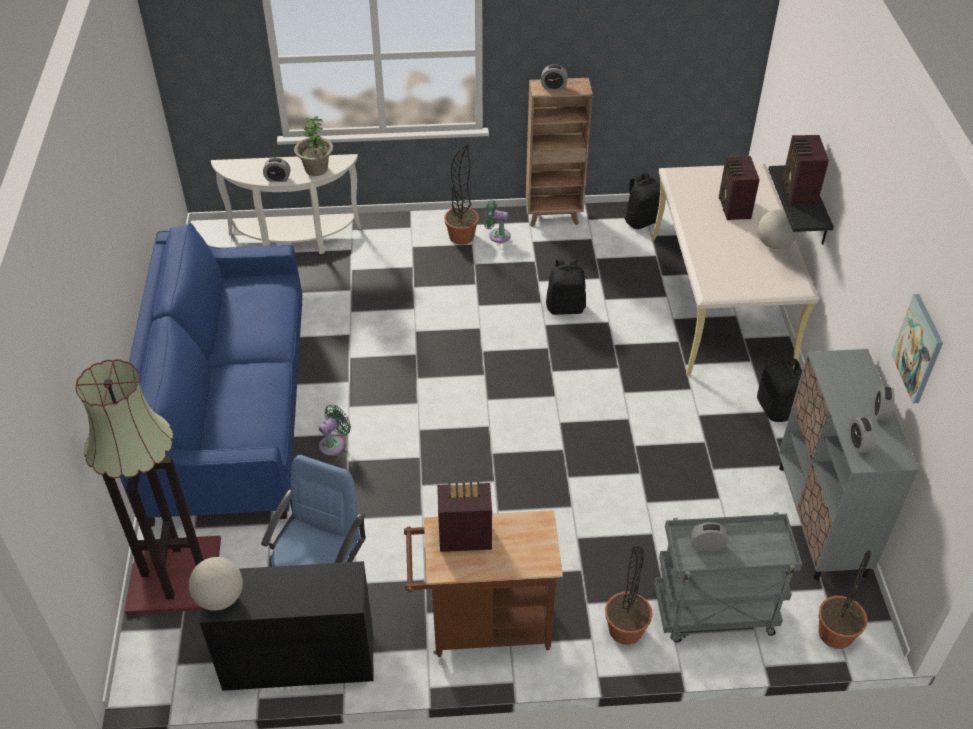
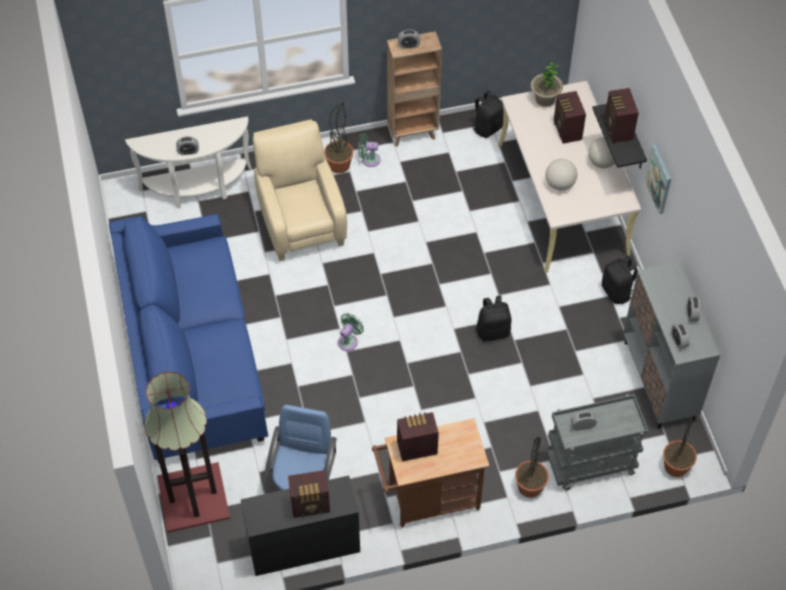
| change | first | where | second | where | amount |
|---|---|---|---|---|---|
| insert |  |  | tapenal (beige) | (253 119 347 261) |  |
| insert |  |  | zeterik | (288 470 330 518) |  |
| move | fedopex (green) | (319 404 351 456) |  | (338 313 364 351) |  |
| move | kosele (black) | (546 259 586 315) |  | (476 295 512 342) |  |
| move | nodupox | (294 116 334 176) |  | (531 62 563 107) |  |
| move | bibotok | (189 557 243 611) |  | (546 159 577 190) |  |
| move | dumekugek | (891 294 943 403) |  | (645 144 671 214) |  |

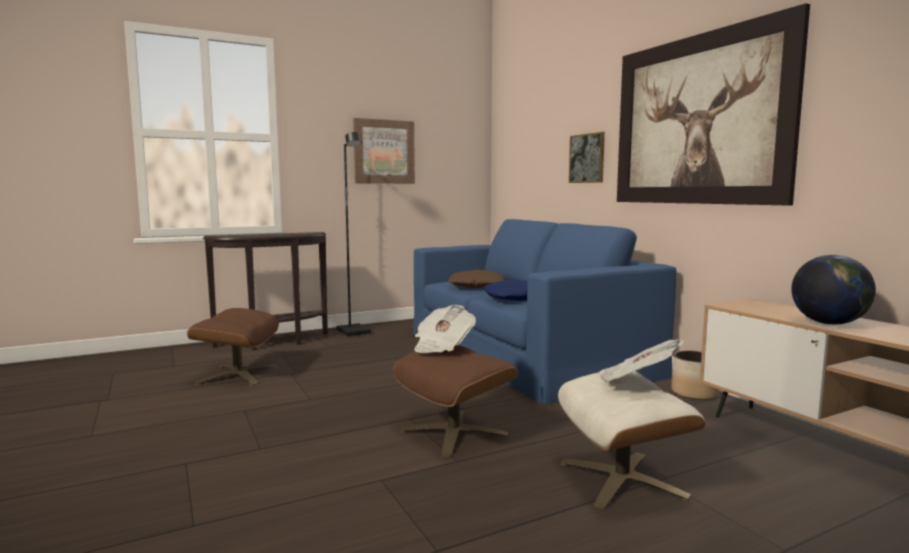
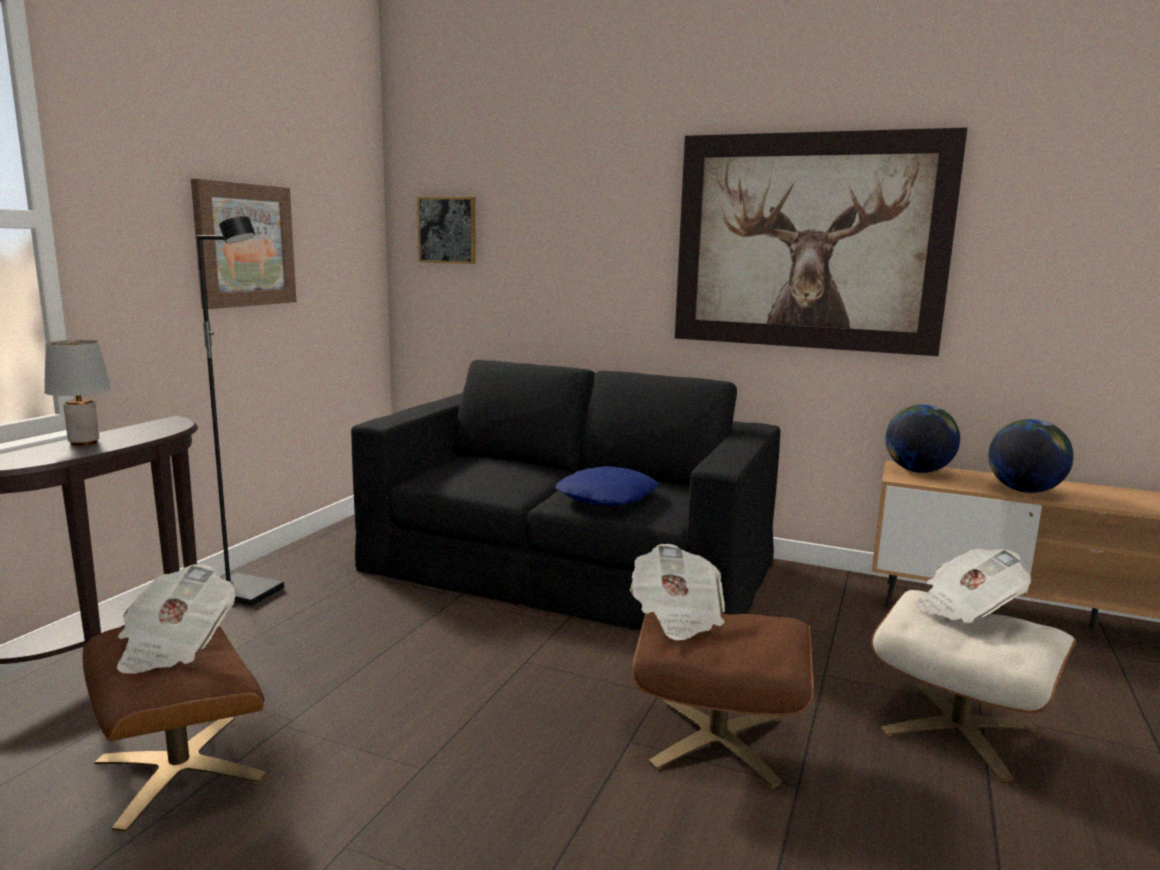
| change | first | where | second | where | amount |
|---|---|---|---|---|---|
| insert |  |  | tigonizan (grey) | (44 340 111 446) |  |
| insert |  |  | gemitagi | (117 564 236 674) |  |
| recolor | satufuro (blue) | (413 219 676 404) | satufuro (black) | (351 360 781 631) |  |
| move | dumekugek | (569 132 605 183) |  | (417 197 476 264) |  |
| insert |  |  | bibotok | (885 404 960 473) |  |
| delete | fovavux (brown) | (448 270 504 288) |  |  |  |
| delete | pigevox | (671 351 719 400) |  |  |  |

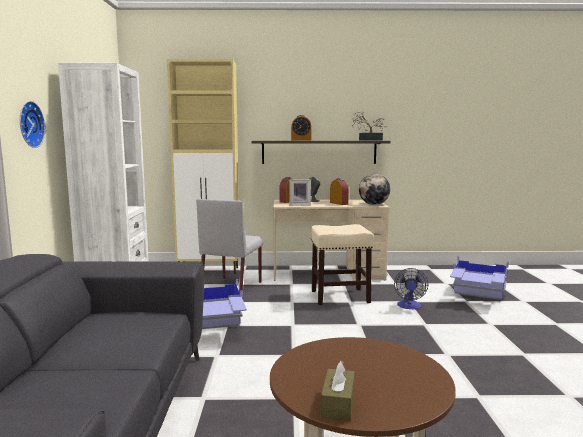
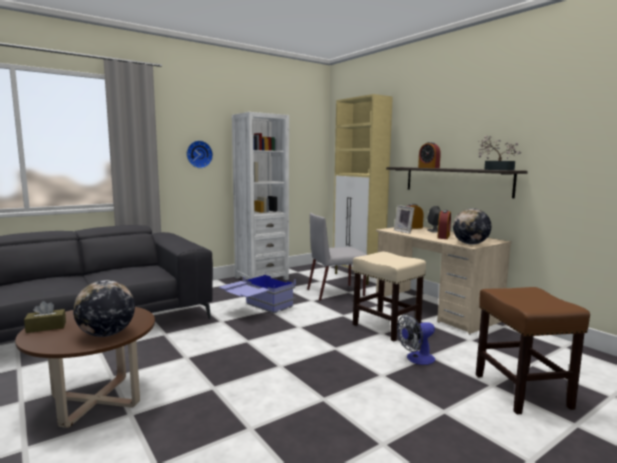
| change | first | where | second | where | amount |
|---|---|---|---|---|---|
| insert |  |  | bibotok | (73 280 135 337) |  |
| replace | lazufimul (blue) | (450 256 509 300) | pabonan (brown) | (476 287 590 414) |  |

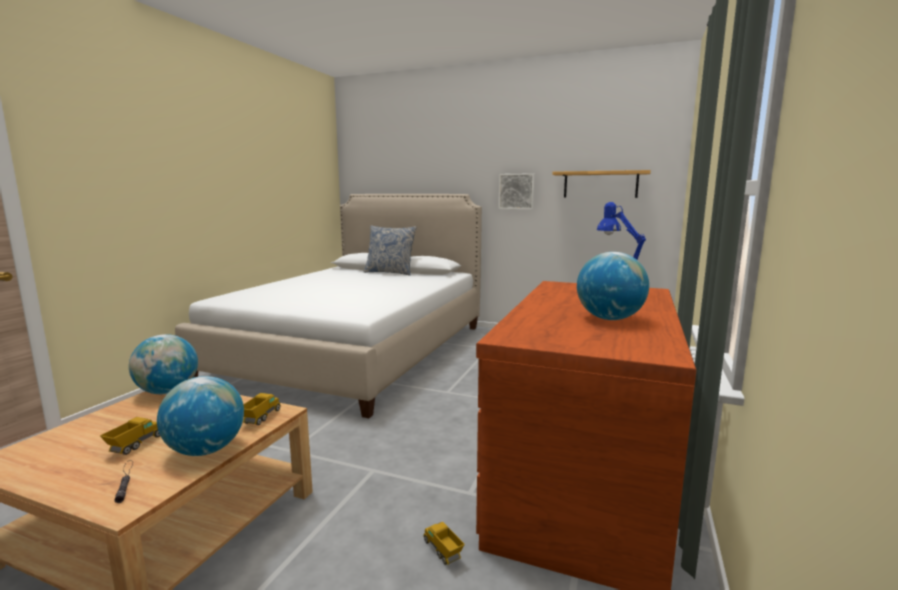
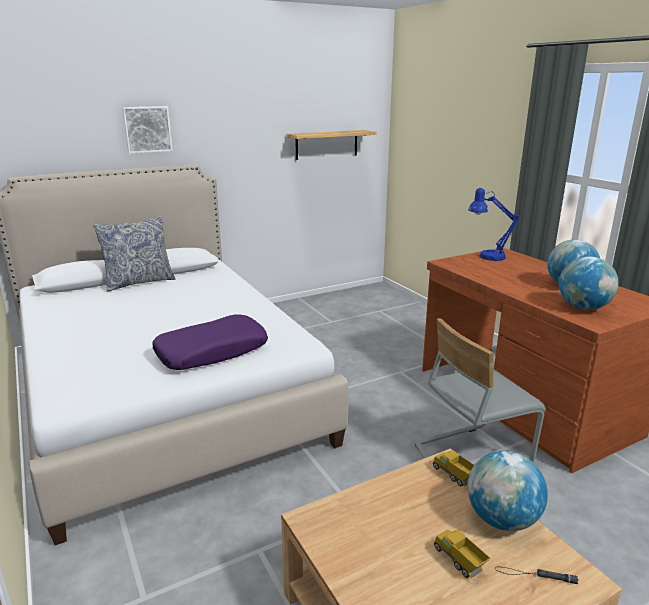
| change | first | where | second | where | amount |
|---|---|---|---|---|---|
| move | dumekugek | (499 173 534 209) |  | (122 106 172 154) |  |
| insert |  |  | fovavux (purple) | (152 314 268 370) |  |
| insert |  |  | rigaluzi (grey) | (415 318 546 463) |  |
| move | bibotok | (129 334 198 394) |  | (559 256 619 310) |  |
| delete | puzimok | (423 522 465 565) |  |  |  |

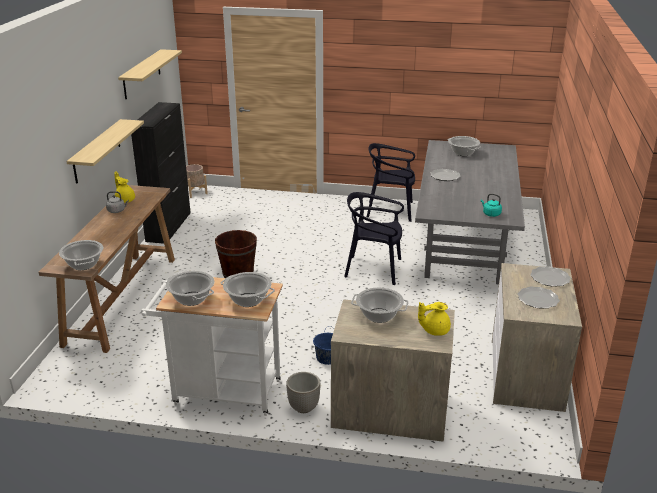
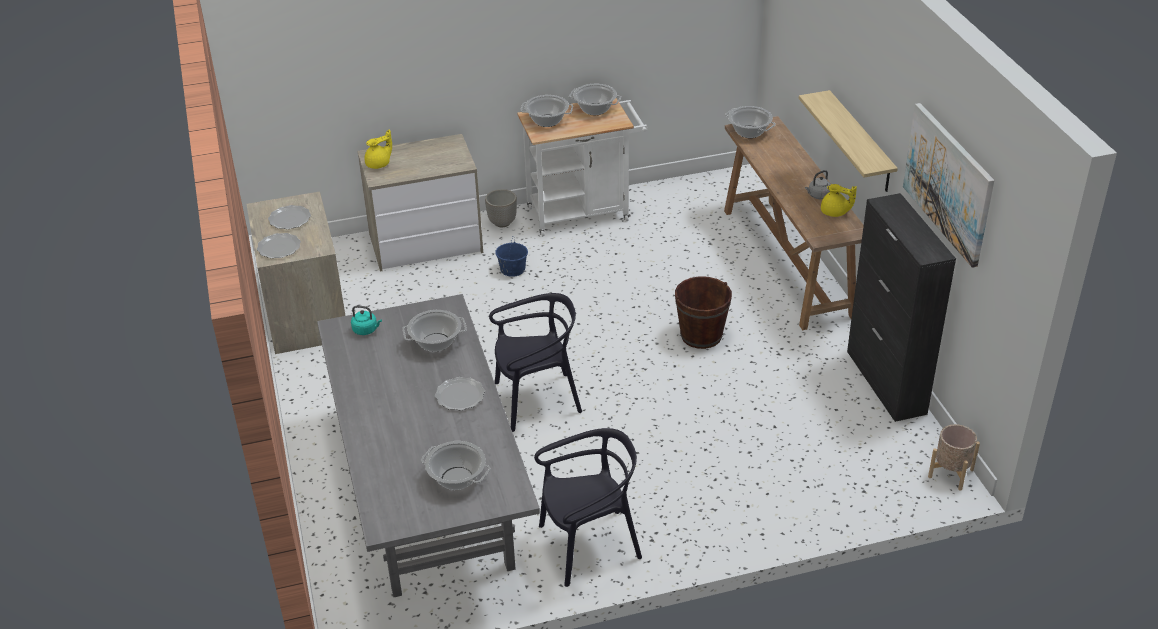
| change | first | where | second | where | amount |
|---|---|---|---|---|---|
| move | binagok | (351 287 408 323) |  | (402 310 467 352) |  |
| replace | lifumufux | (118 49 182 99) | dumekugek | (903 103 994 268) |  |

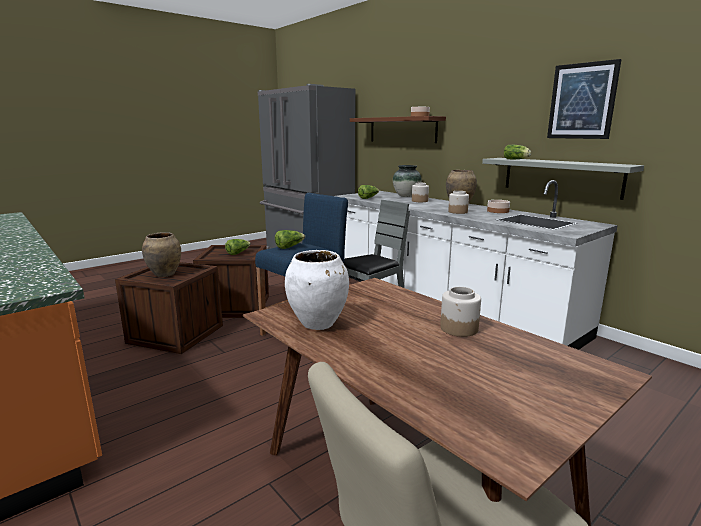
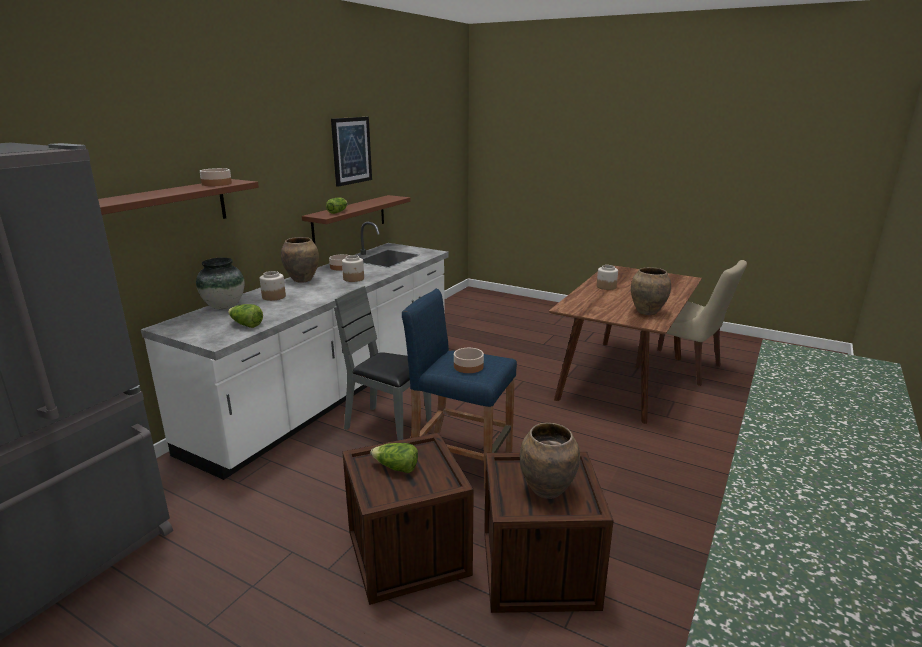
| change | first | where | second | where | amount |
|---|---|---|---|---|---|
| recolor | lifumufux (grey) | (482 158 644 200) | lifumufux (brown) | (302 195 411 244) |  |
| replace | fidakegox | (275 230 305 249) | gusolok | (454 348 484 373) |  |
| recolor | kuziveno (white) | (285 250 349 330) | kuziveno (brown) | (631 267 671 315) |  |

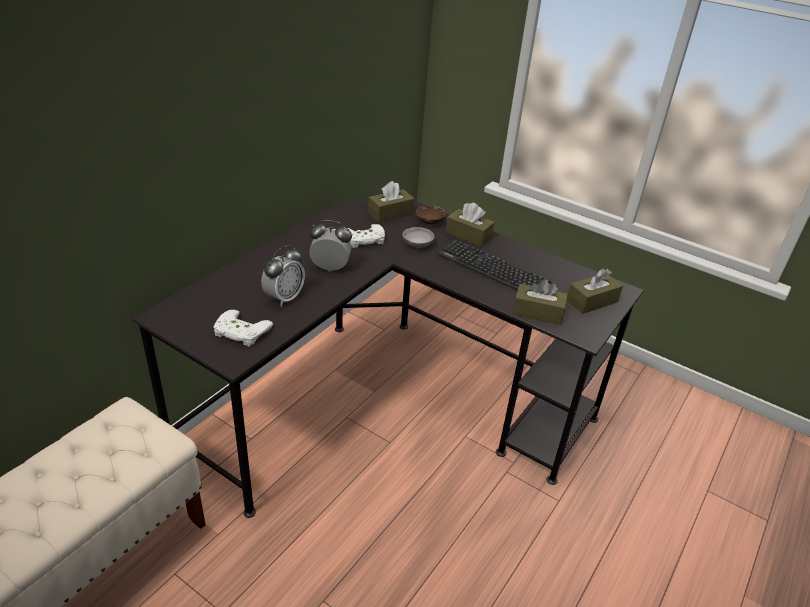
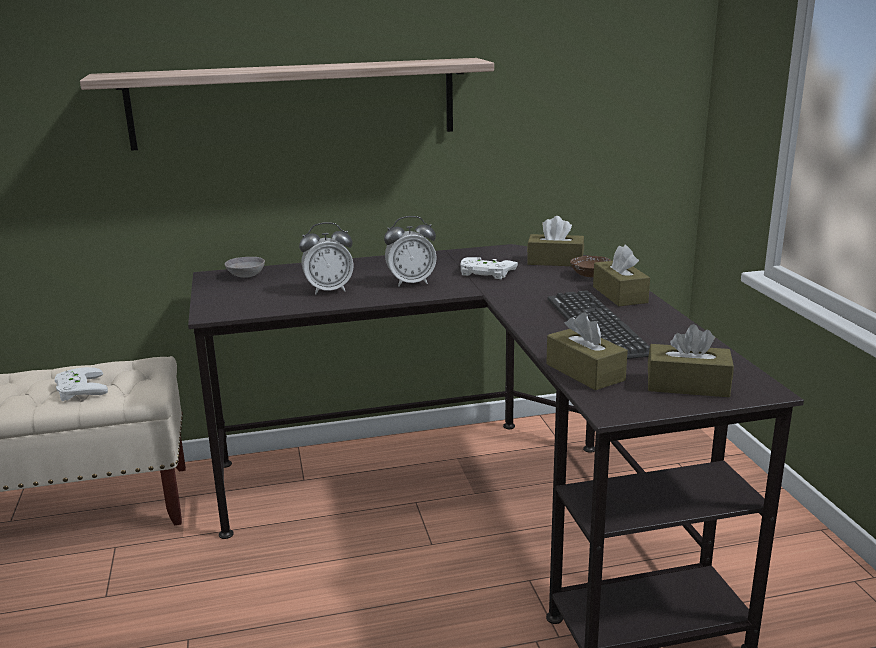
| change | first | where | second | where | amount |
|---|---|---|---|---|---|
| move | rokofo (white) | (214 310 273 347) |  | (55 367 108 401) |  |
| insert |  |  | lifumufux | (80 58 494 151) |  |
| move | gusolok (grey) | (402 227 434 248) |  | (224 257 265 278) |  |
| rotate | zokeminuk | (309 220 352 271) |  | (384 216 437 287) | 120 degrees clockwise |

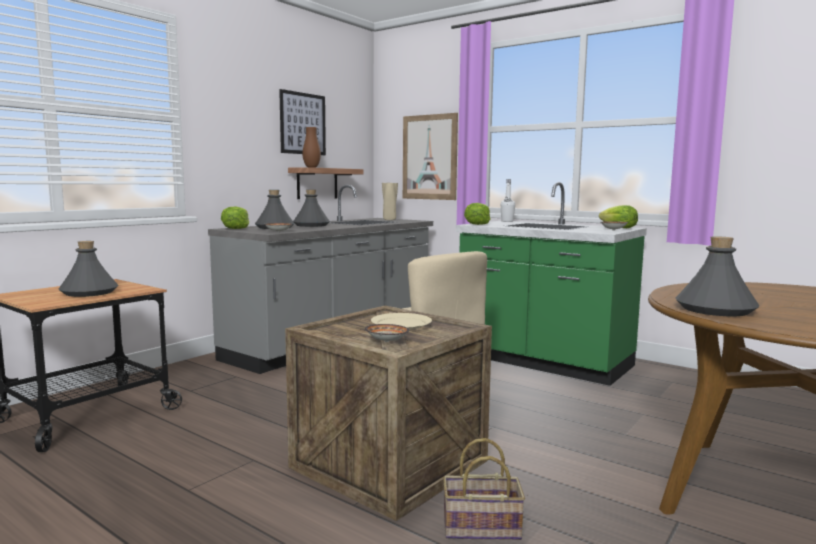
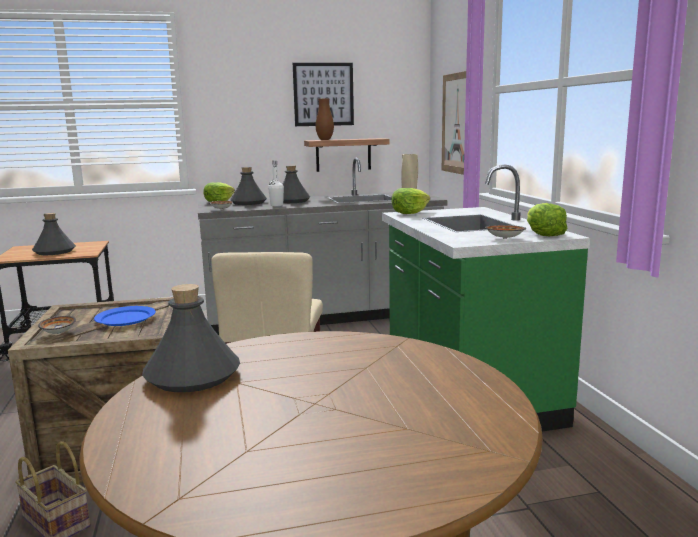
| change | first | where | second | where | amount |
|---|---|---|---|---|---|
| recolor | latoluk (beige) | (371 313 432 330) | latoluk (blue) | (94 306 156 326) |  |
| move | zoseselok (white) | (501 179 515 222) |  | (268 161 284 206) |  |

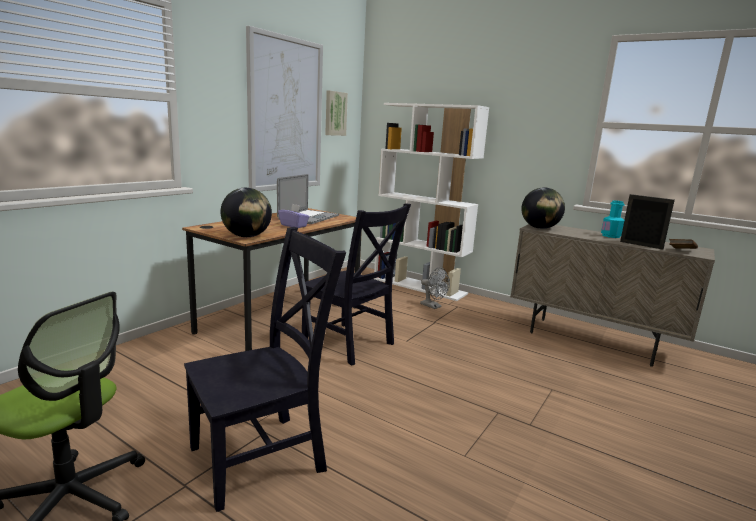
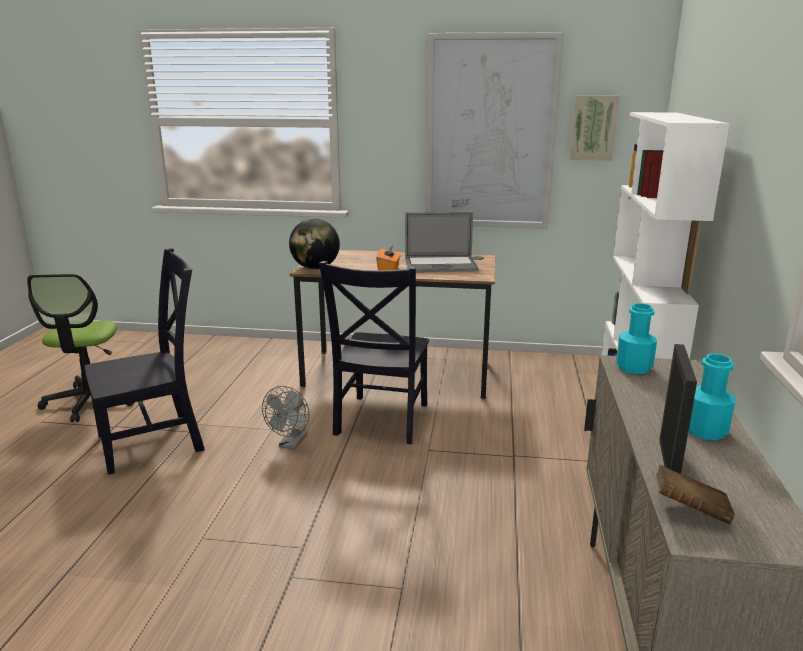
| change | first | where | second | where | amount |
|---|---|---|---|---|---|
| rotate | rigaluzi (black) | (184 227 346 512) |  | (85 248 205 475) | 60 degrees counterclockwise |
| move | fedopex (grey) | (420 267 450 309) |  | (262 386 310 450) |  |
| recolor | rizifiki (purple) | (278 204 310 228) | rizifiki (orange) | (376 244 401 270) |  |
| replace | bibotok | (522 187 565 229) | zoseselok (turquoise) | (616 303 657 374) |  |

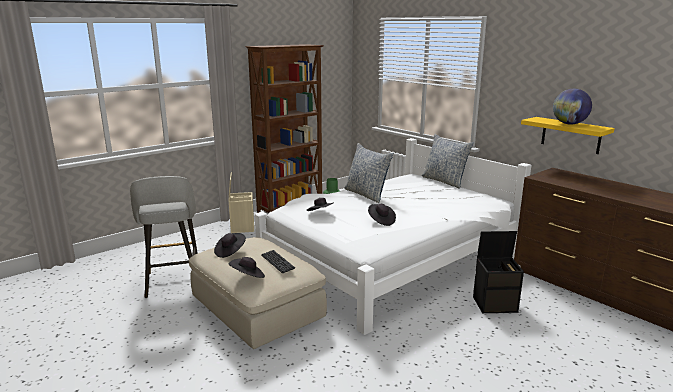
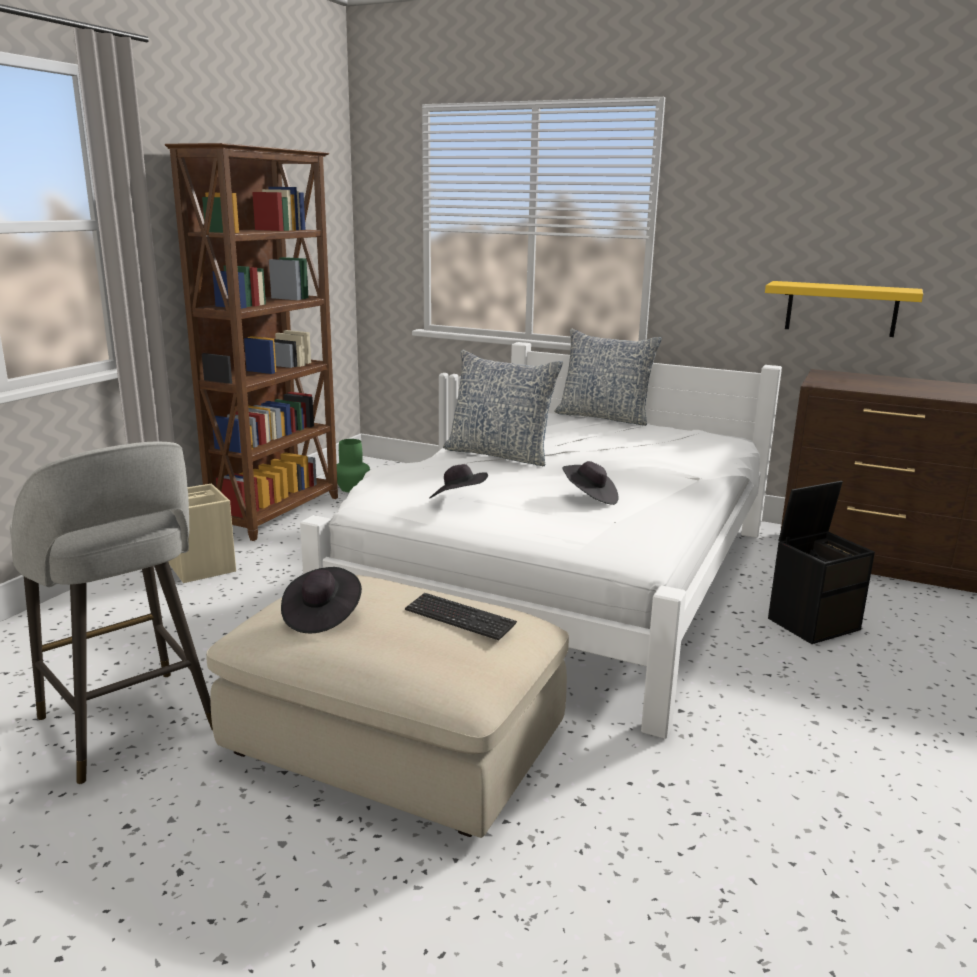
| change | first | where | second | where | amount |
|---|---|---|---|---|---|
| delete | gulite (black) | (229 257 265 278) |  |  |  |
| delete | bibotok | (553 89 592 125) |  |  |  |

